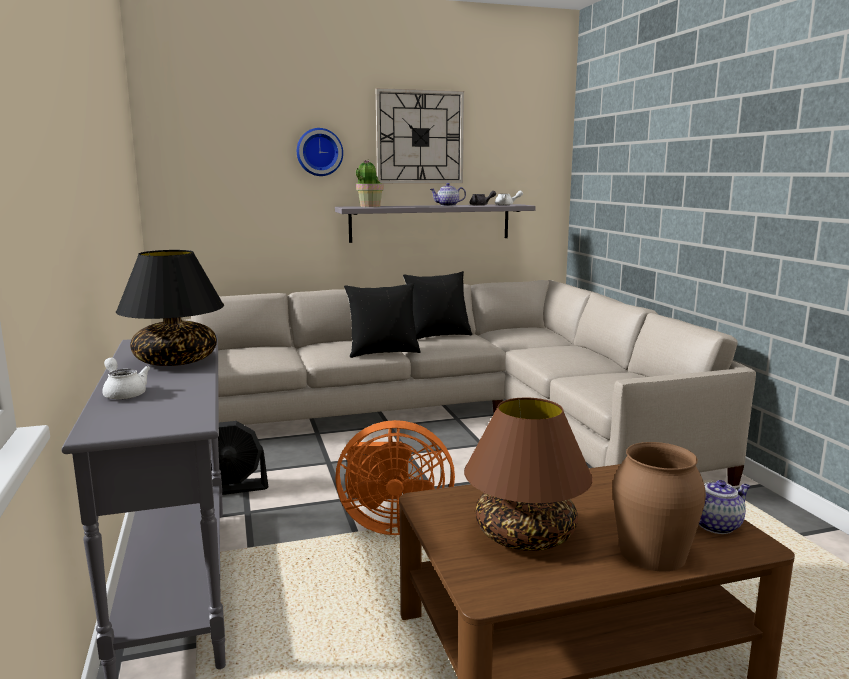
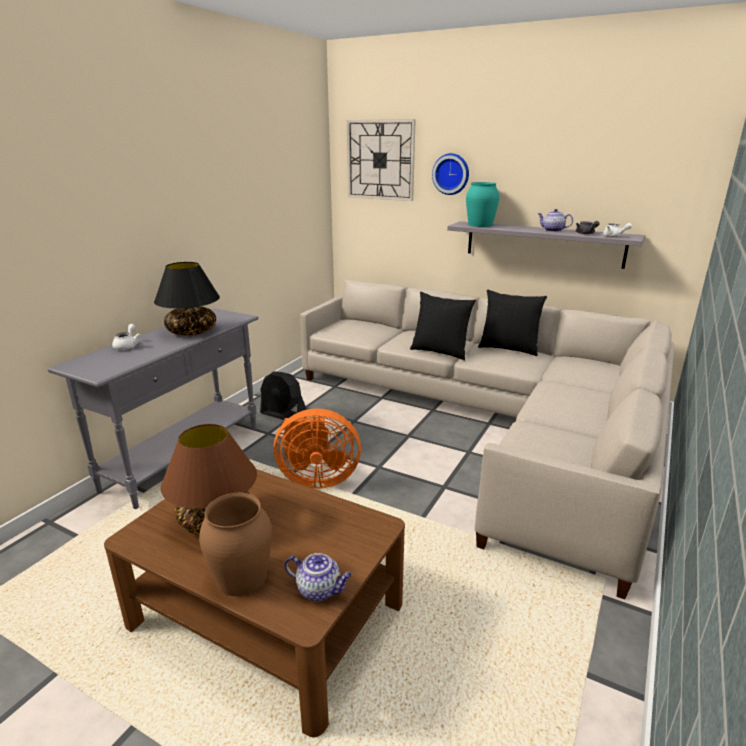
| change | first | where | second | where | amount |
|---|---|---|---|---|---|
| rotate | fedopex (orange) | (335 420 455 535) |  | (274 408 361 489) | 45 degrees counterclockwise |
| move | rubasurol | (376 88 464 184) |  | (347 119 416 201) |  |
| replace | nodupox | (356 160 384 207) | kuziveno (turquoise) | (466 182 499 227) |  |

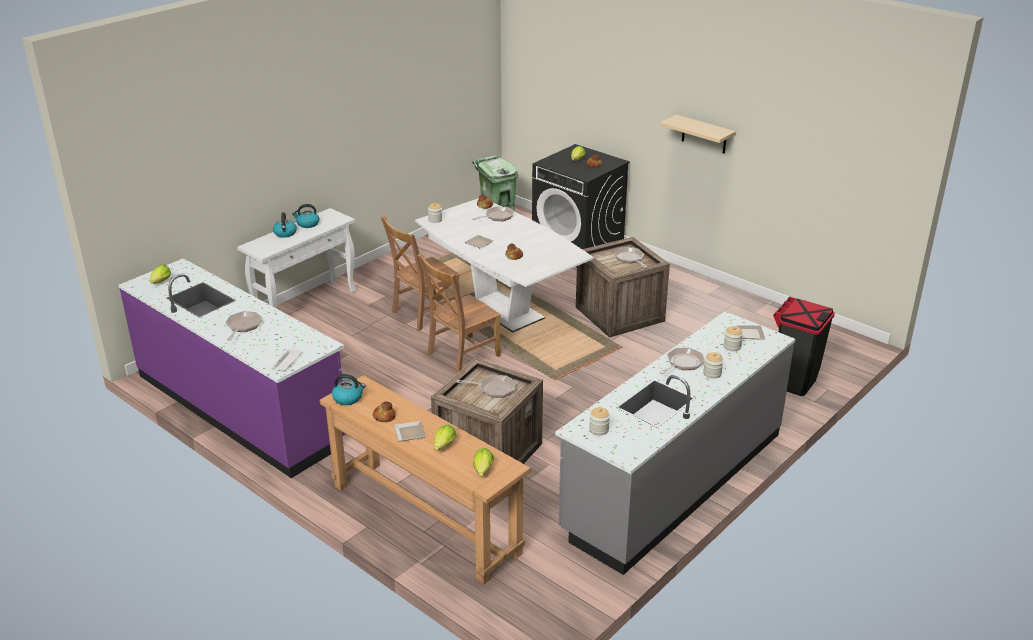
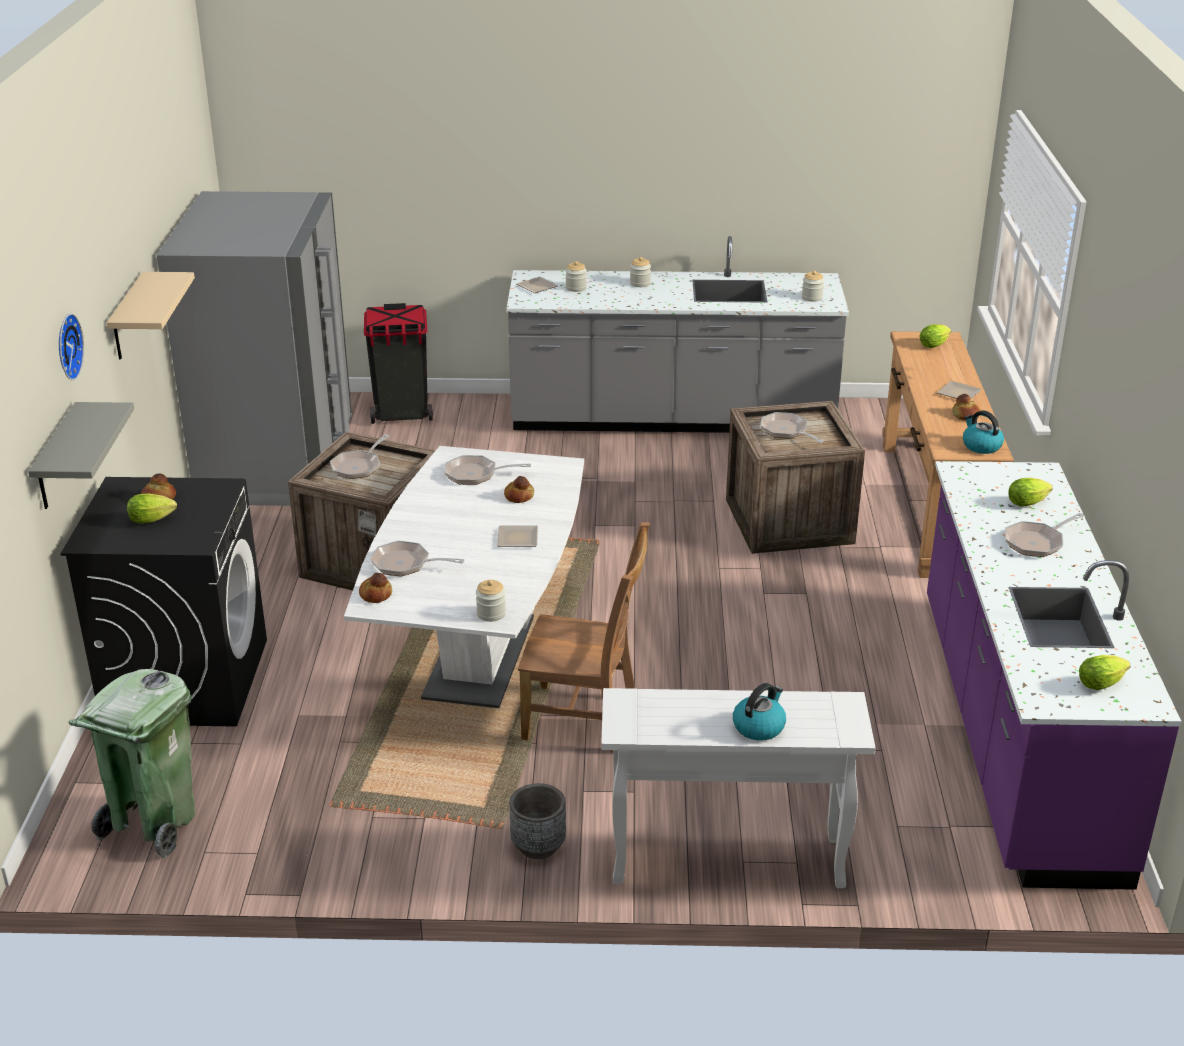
| change | first | where | second | where | amount |
|---|---|---|---|---|---|
| insert |  |  | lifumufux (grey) | (28 402 134 509) |  |
| insert |  |  | rubasurol | (59 313 84 380) |  |
| insert |  |  | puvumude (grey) | (157 191 352 506) |  |
| move | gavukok | (659 347 705 374) |  | (444 455 531 485) |  |
| insert |  |  | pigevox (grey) | (509 783 566 859) |  |
| move | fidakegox | (434 425 456 451) |  | (1008 478 1053 507) |  |
| delete | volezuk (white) | (271 348 302 372) |  |  |  |
| delete | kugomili | (292 204 319 228) |  |  |  |
| delete | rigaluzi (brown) | (417 254 501 374) |  |  |  |

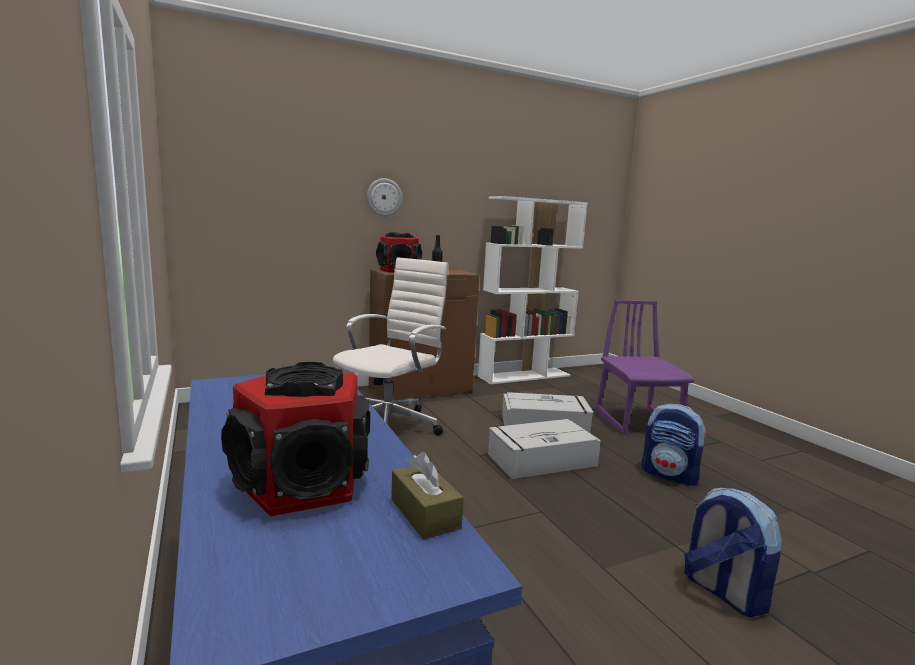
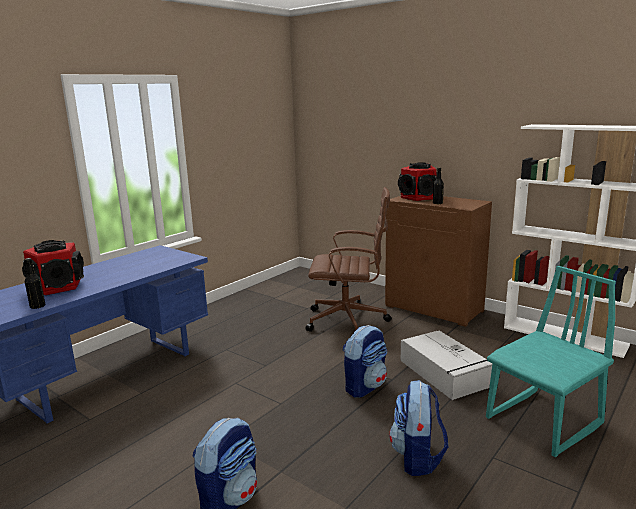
| change | first | where | second | where | amount |
|---|---|---|---|---|---|
| replace | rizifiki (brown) | (391 452 464 540) | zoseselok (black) | (25 258 45 309) |  |
| recolor | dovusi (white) | (333 257 449 435) | dovusi (brown) | (305 187 392 332) |  |
| replace | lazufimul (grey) | (488 419 601 479) | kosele | (343 325 387 398) |  |
| recolor | rigaluzi (purple) | (596 300 694 434) | rigaluzi (turquoise) | (486 266 616 457) |  |
| delete | rubasurol | (367 178 402 217) |  |  |  |

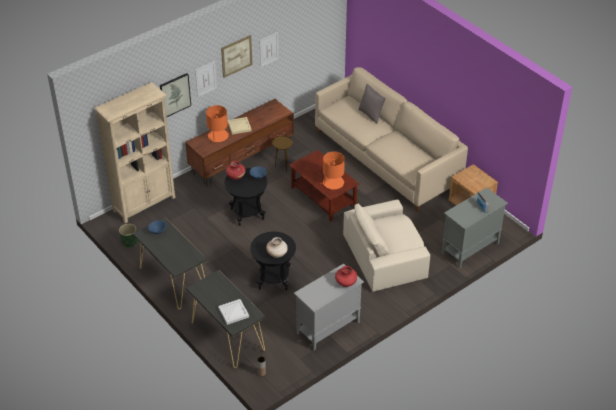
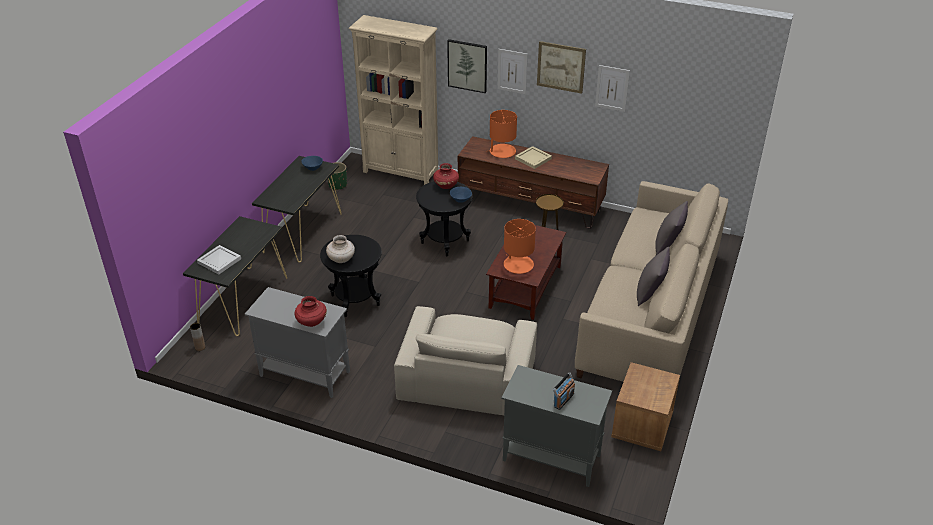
| change | first | where | second | where | amount |
|---|---|---|---|---|---|
| rotate | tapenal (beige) | (343 199 430 292) |  | (394 306 537 416) | 120 degrees counterclockwise |
| insert |  |  | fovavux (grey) | (637 247 670 306) |  |

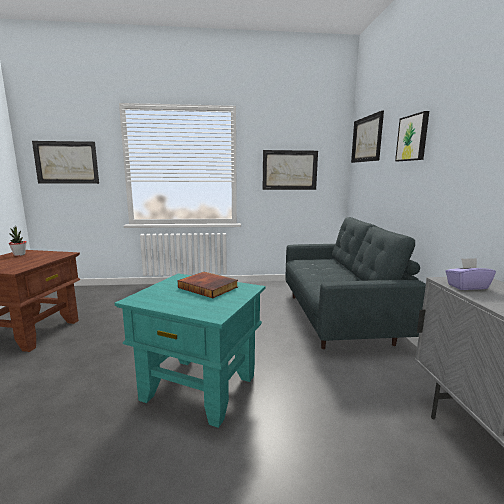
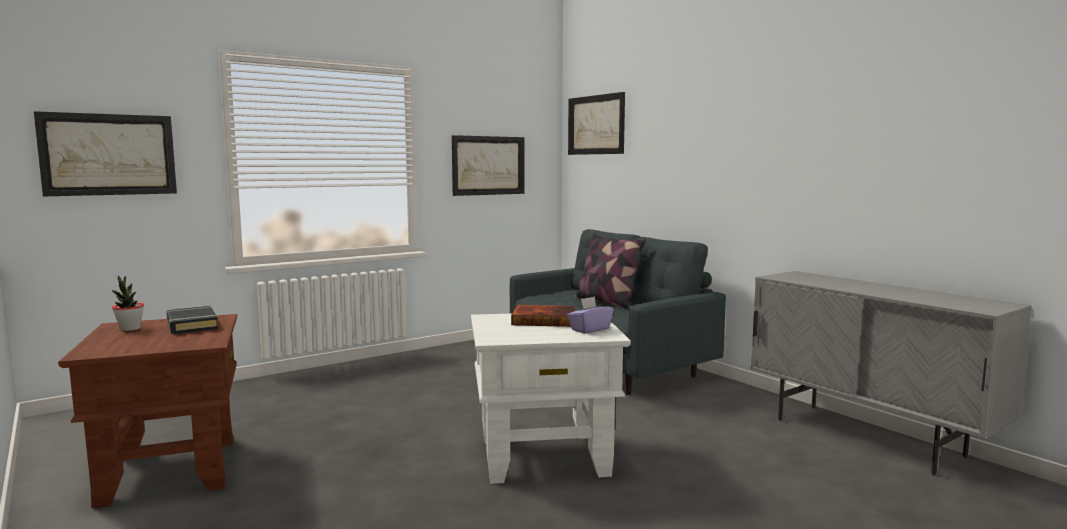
| change | first | where | second | where | amount |
|---|---|---|---|---|---|
| insert |  |  | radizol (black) | (166 306 218 334) |  |
| recolor | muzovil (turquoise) | (115 273 265 428) | muzovil (white) | (471 313 631 484) |  |
| move | rizifiki (purple) | (445 258 496 290) |  | (567 296 614 334) |  |
| insert |  |  | fovavux | (575 233 646 309) |  |
| delete | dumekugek | (395 111 429 161) |  |  |  |

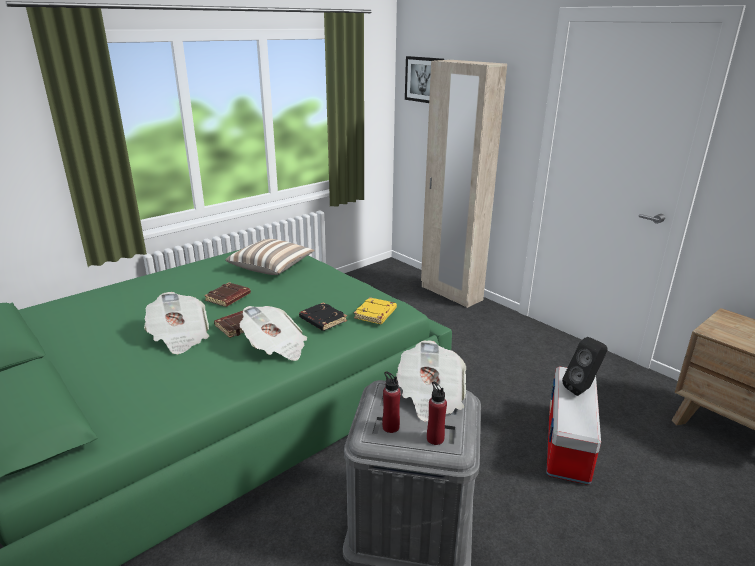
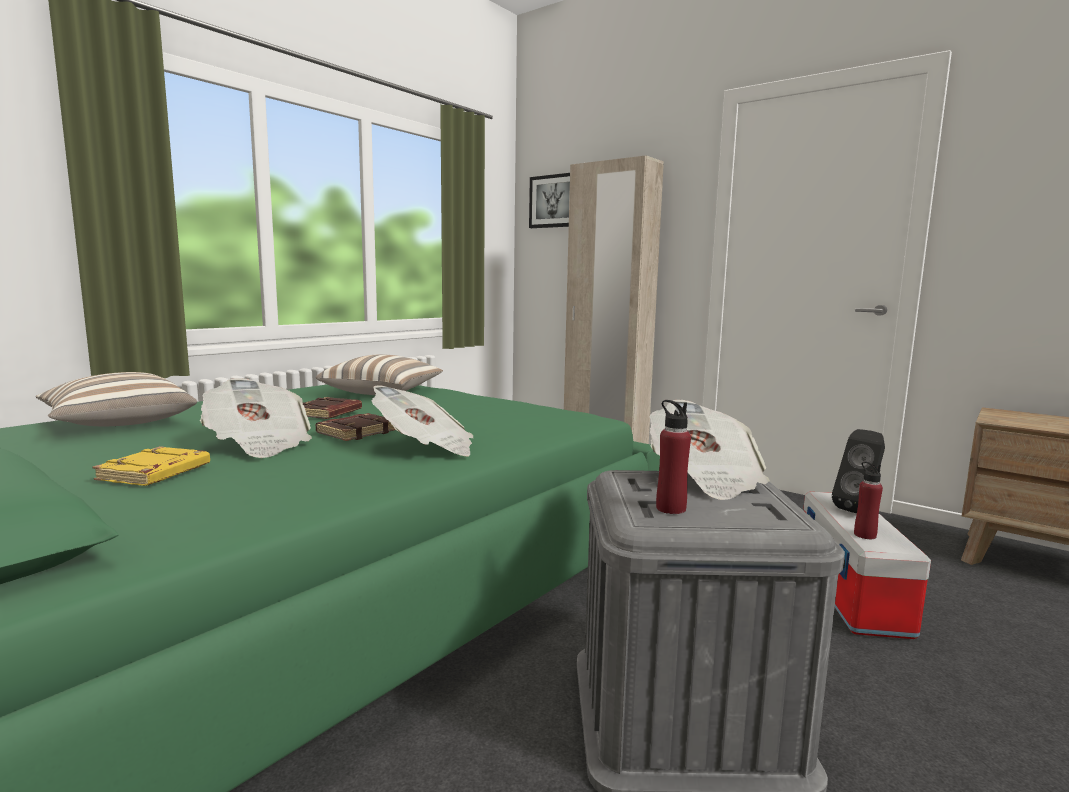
| change | first | where | second | where | amount |
|---|---|---|---|---|---|
| insert |  |  | fovavux | (36 372 197 426) |  |
| move | radizol (yellow) | (354 297 397 324) |  | (93 446 210 486) |  |
| move | zoseselok (red) | (427 381 447 445) |  | (854 461 883 539) |  |
| delete | radizol (black) | (299 302 347 331) |  |  |  |

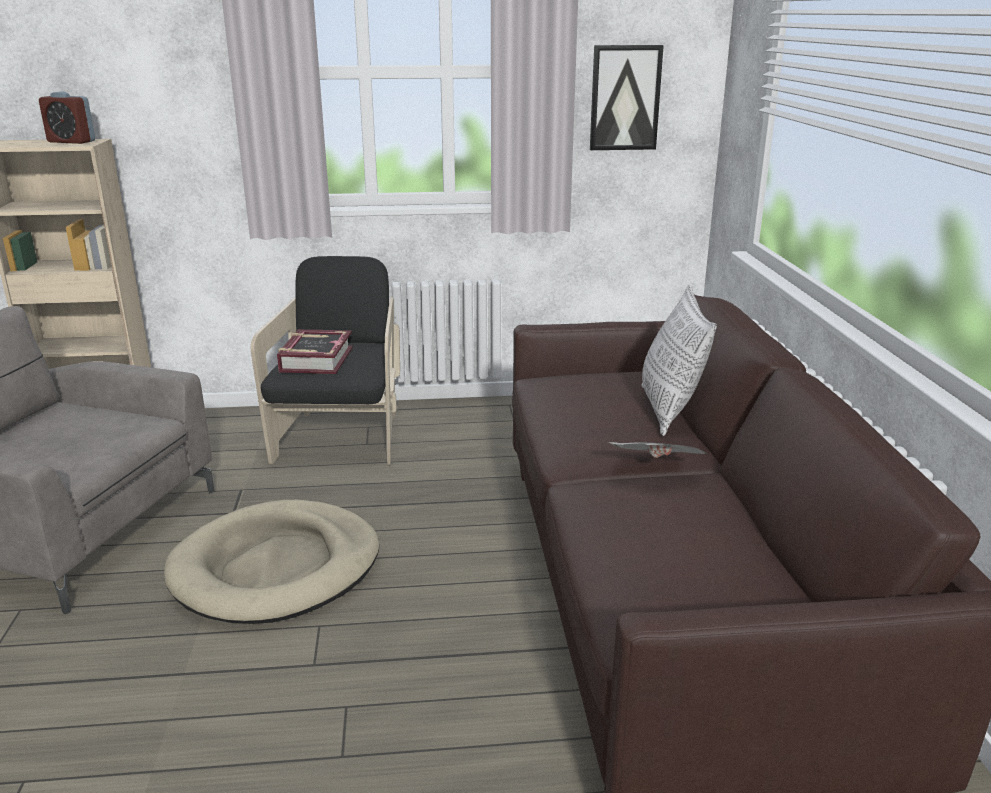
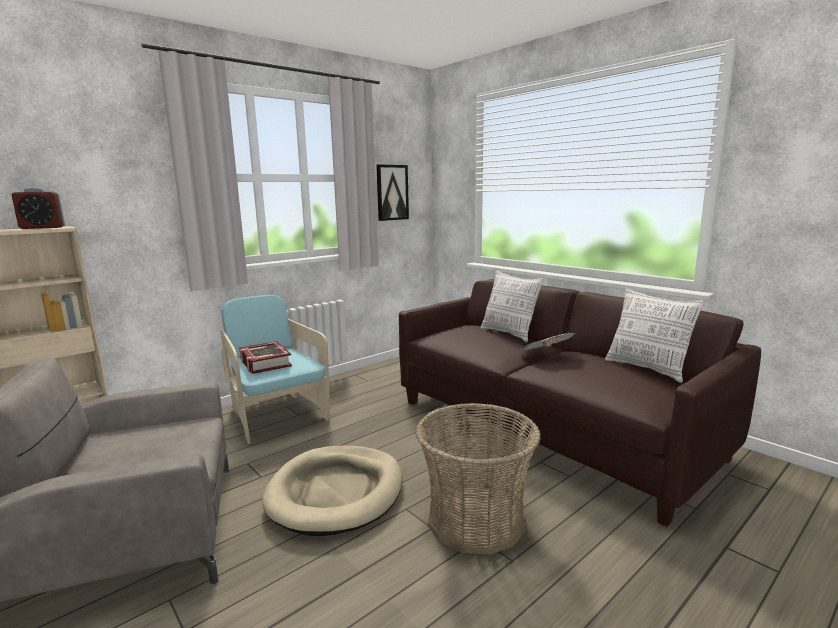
| change | first | where | second | where | amount |
|---|---|---|---|---|---|
| recolor | tapenal (black) | (251 256 400 466) | tapenal (turquoise) | (221 295 330 444) |  |
| insert |  |  | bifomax | (415 403 541 555) |  |
| insert |  |  | fovavux | (605 288 704 383) |  |

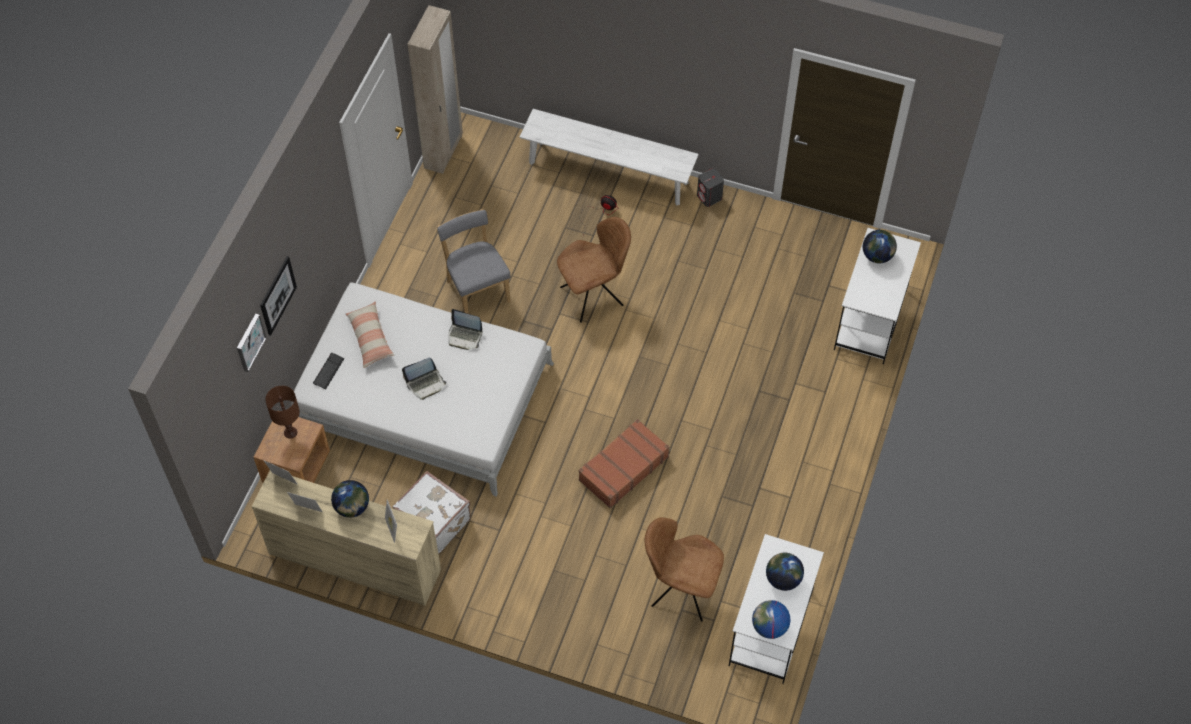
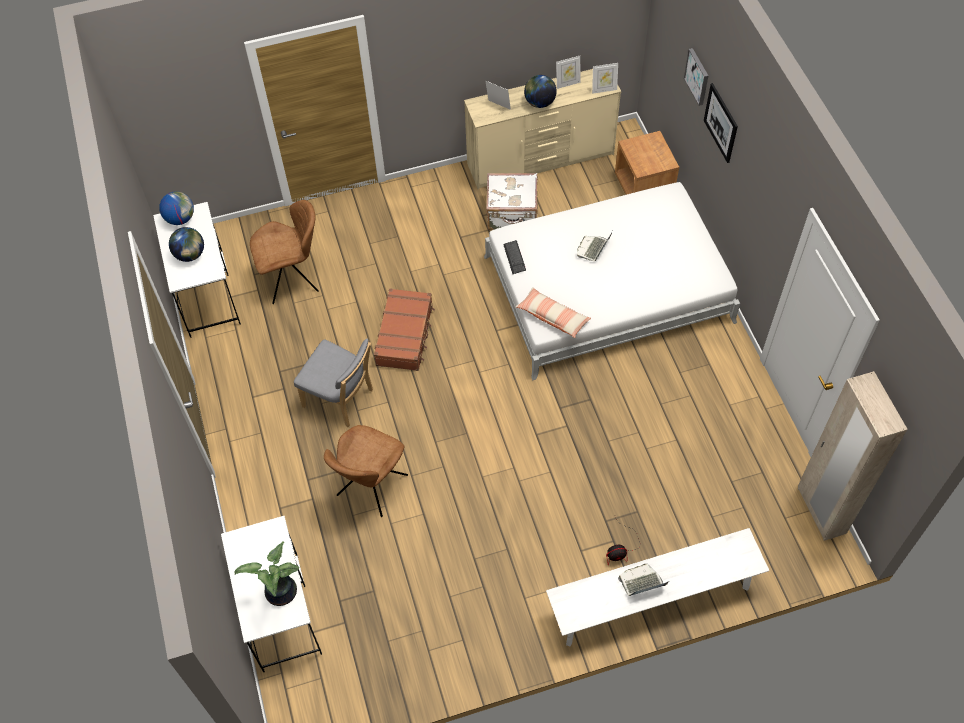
| change | first | where | second | where | amount |
|---|---|---|---|---|---|
| replace | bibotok | (863 230 897 264) | nodupox | (234 541 299 606) |  |
| move | rigaluzi (grey) | (437 209 511 314) |  | (294 339 373 427) |  |
| move | rigaluzi (brown) | (557 217 631 323) |  | (324 425 408 517) |  |
| move | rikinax | (313 353 344 389) |  | (503 240 526 274) |  |
| move | fovavux | (346 301 394 368) |  | (515 287 591 338) |  |
| move | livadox | (449 309 483 350) |  | (618 564 669 596) |  |
| delete | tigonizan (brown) | (265 386 300 438) |  |  |  |
| delete | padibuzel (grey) | (697 168 724 207) |  |  |  |

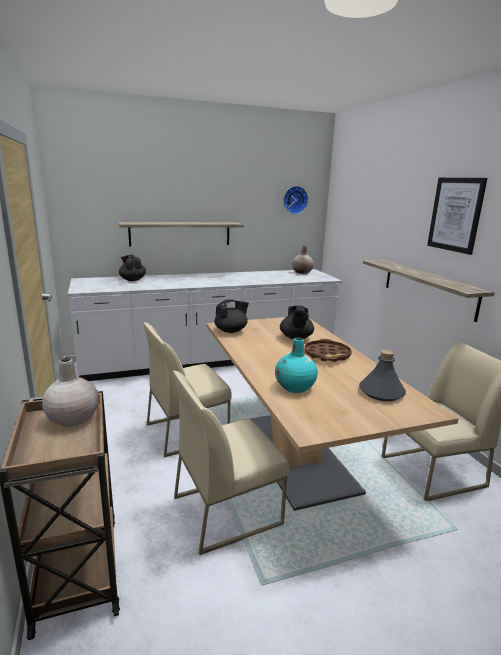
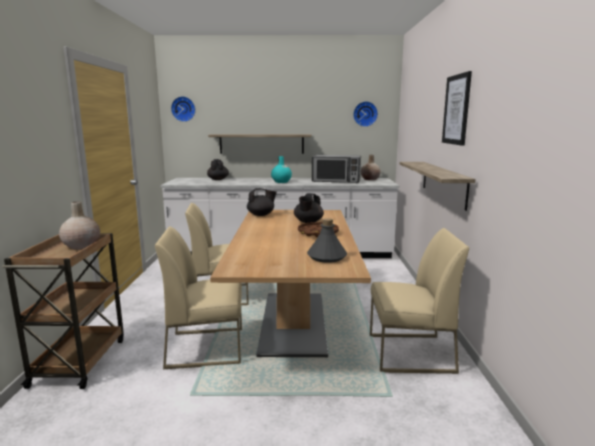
| change | first | where | second | where | amount |
|---|---|---|---|---|---|
| insert |  |  | rubasurol | (171 96 196 122) |  |
| move | kuziveno (turquoise) | (275 337 318 393) |  | (271 156 292 183) |  |
| insert |  |  | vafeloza | (312 155 361 183) |  |

